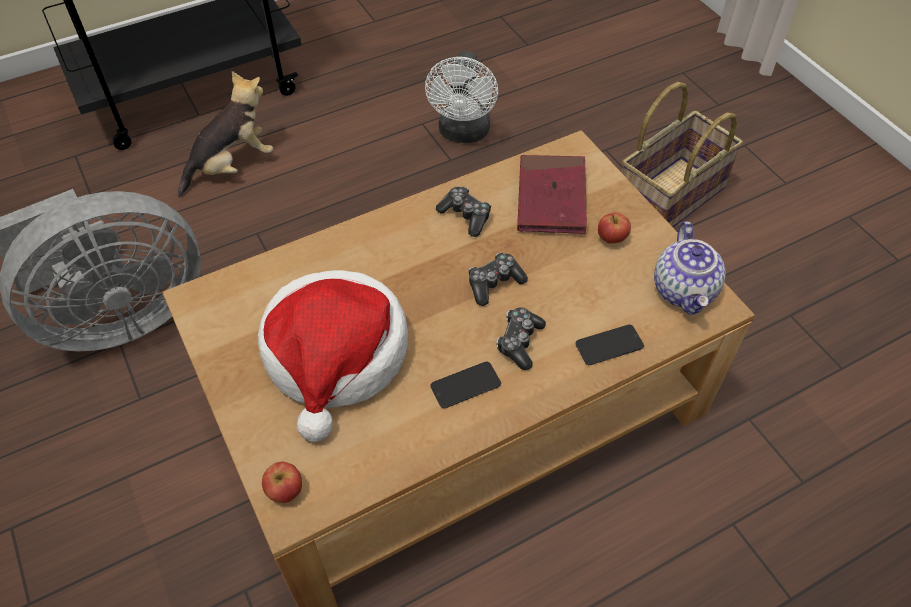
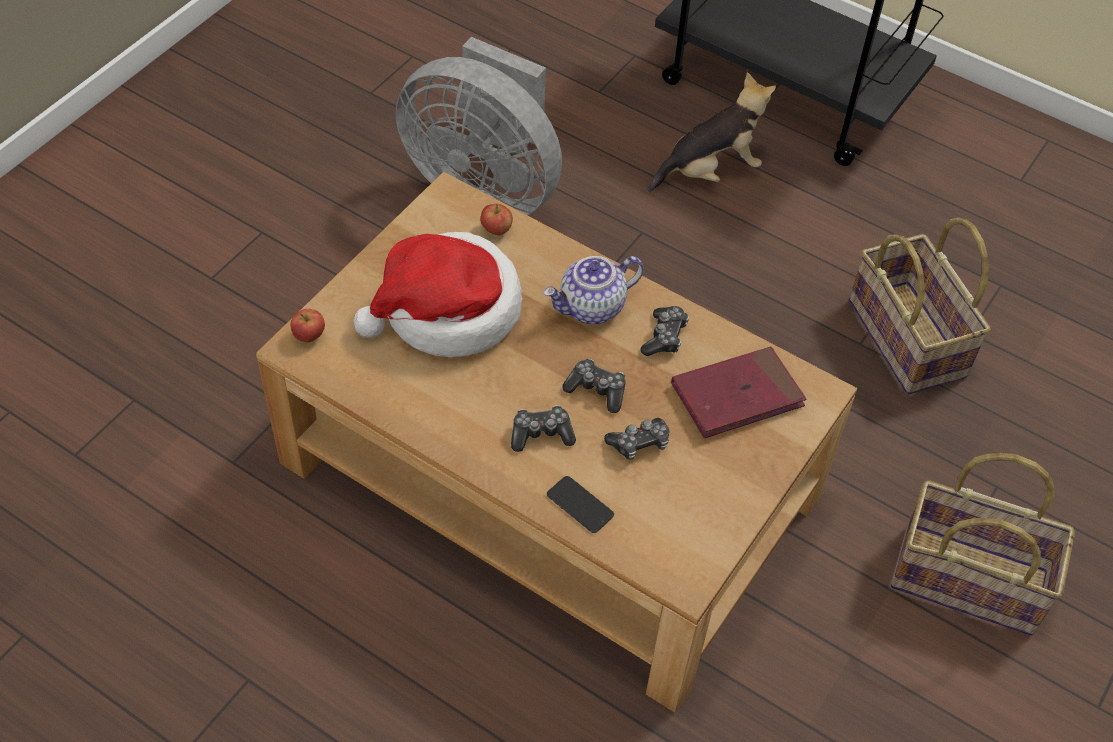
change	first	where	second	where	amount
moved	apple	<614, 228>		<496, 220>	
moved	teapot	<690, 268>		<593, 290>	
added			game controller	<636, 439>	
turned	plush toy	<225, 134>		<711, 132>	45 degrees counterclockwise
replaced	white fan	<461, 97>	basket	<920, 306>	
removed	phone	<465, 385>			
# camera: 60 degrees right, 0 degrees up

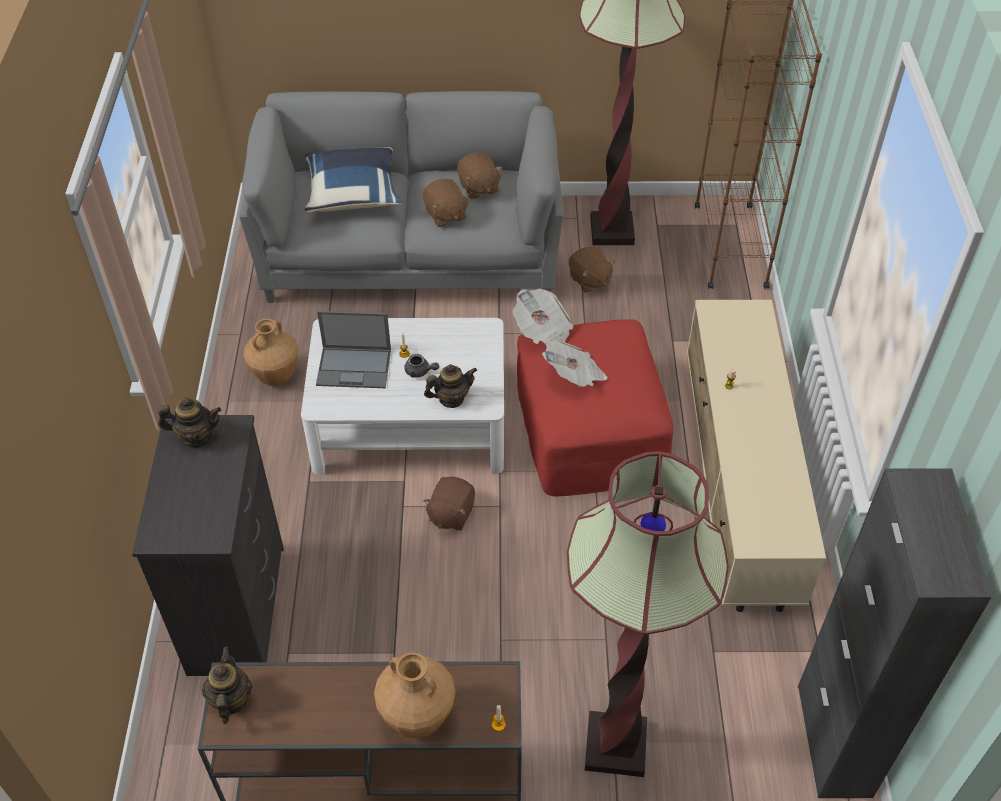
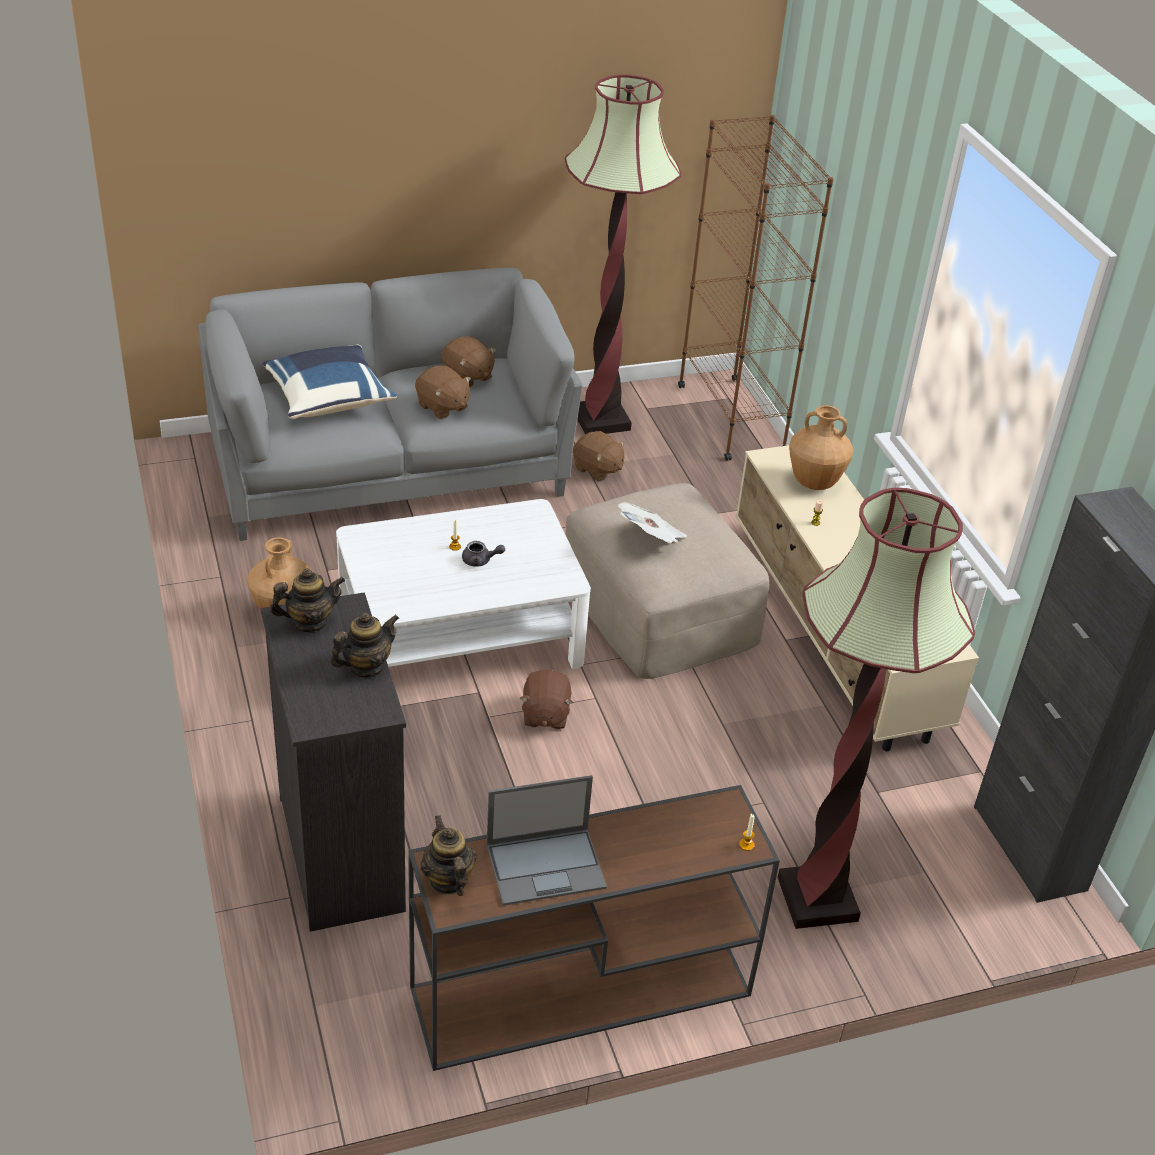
change	first	where	second	where	amount
moved	teapot	<450, 386>		<365, 644>	
moved	laptop	<353, 349>		<547, 840>	
recoloured	red ottoman	<595, 407>	beige ottoman	<667, 581>	
moved	brown vase	<415, 695>		<821, 447>	
removed	newspaper	<542, 316>			
# camera: 20 degrees left, 10 degrees down

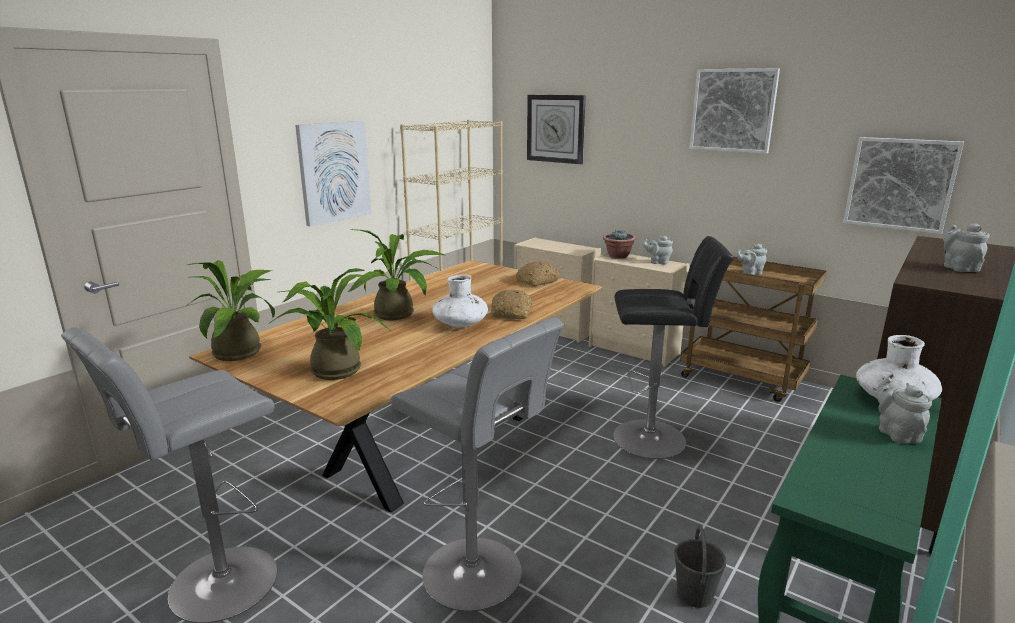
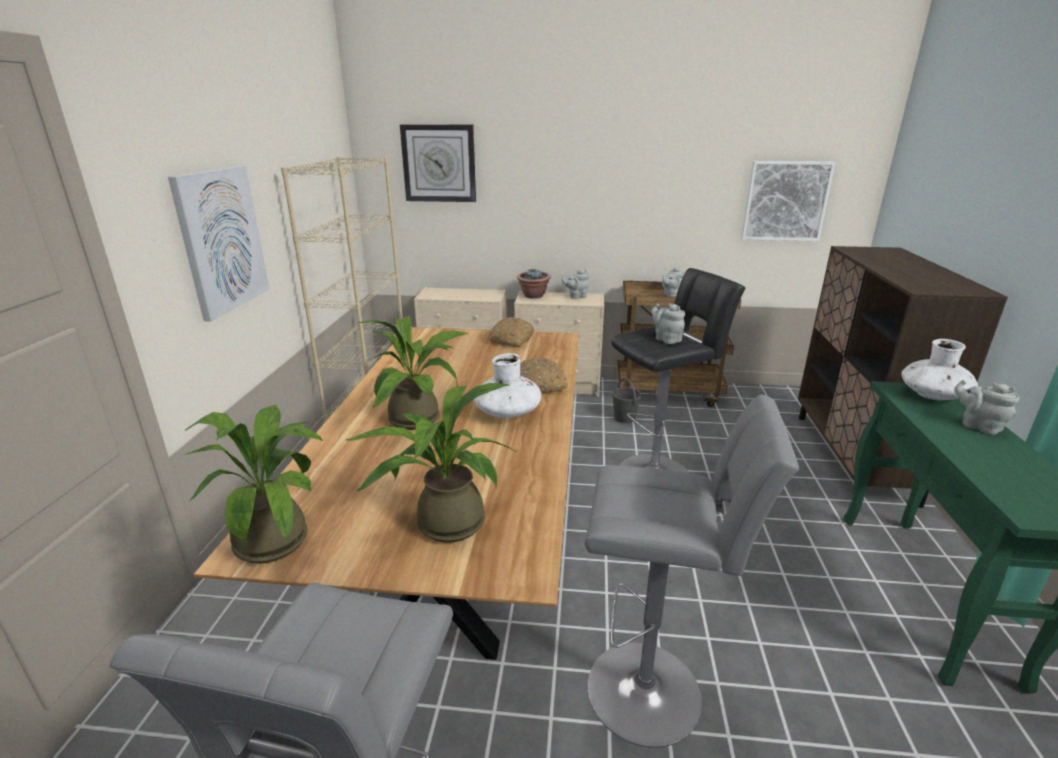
change	first	where	second	where	amount
moved	grey bucket	<700, 567>		<626, 400>	
moved	grey teapot	<966, 247>		<668, 324>	
removed	picture	<735, 111>			
# camera: 30 degrees left, 5 degrees up

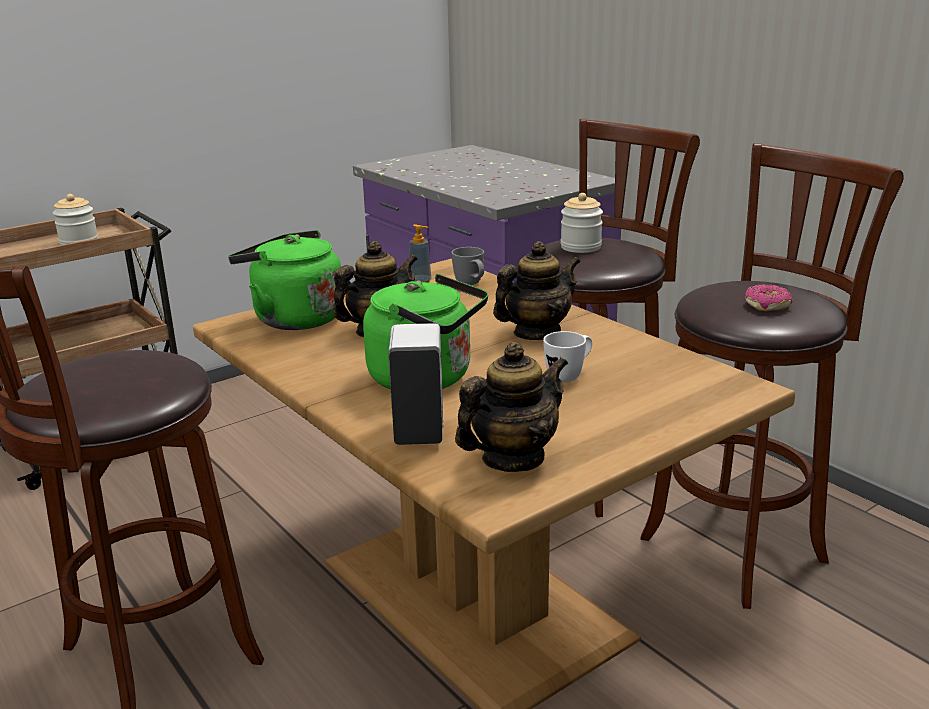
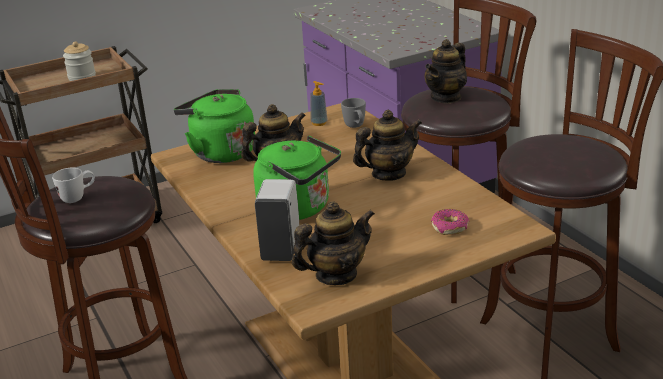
change	first	where	second	where	amount
moved	white mug	<567, 356>		<73, 185>	
replaced	jar	<582, 223>	teapot	<446, 71>	
moved	donut	<768, 297>		<450, 222>	
# camera: 10 degrees right, 5 degrees up

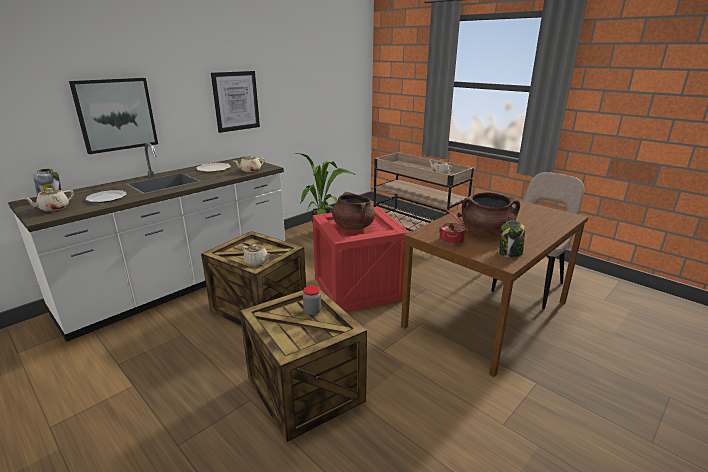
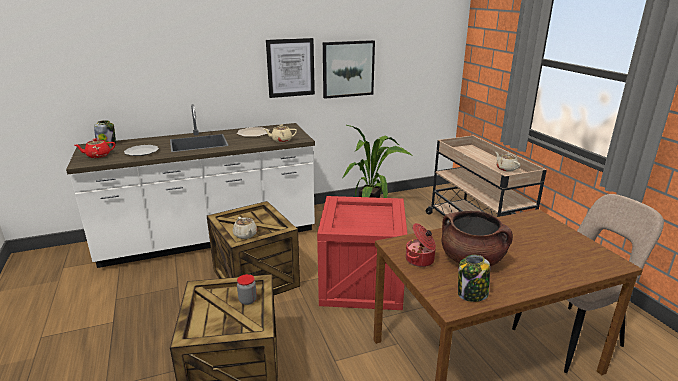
change	first	where	second	where	amount
recoloured	beige teapot	<48, 199>	red teapot	<95, 148>	
moved	picture	<113, 116>		<349, 69>	
removed	brown cooking pot	<353, 211>			
# camera: 25 degrees right, 0 degrees up

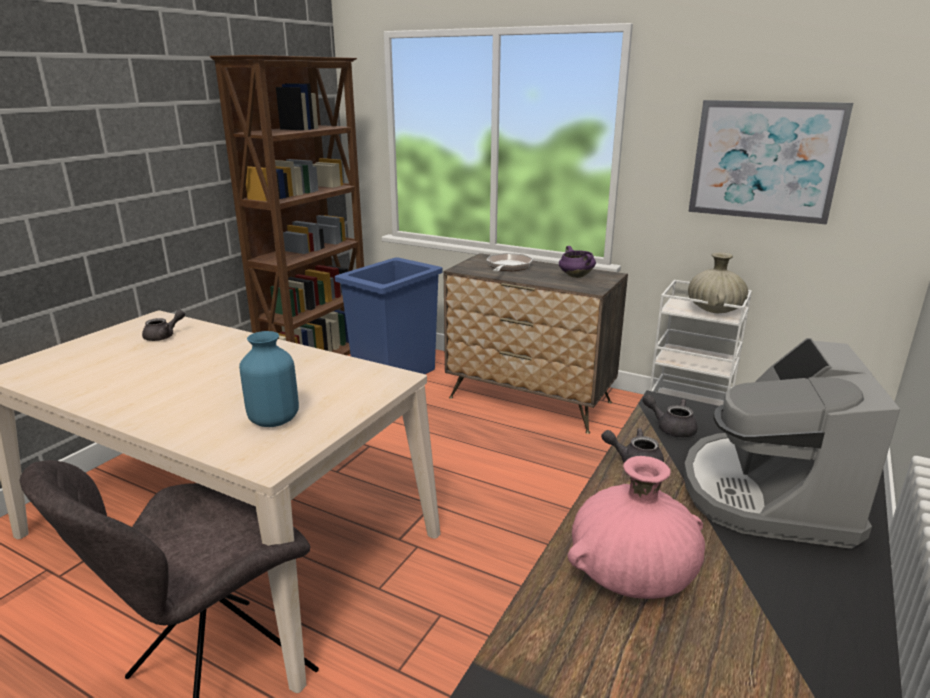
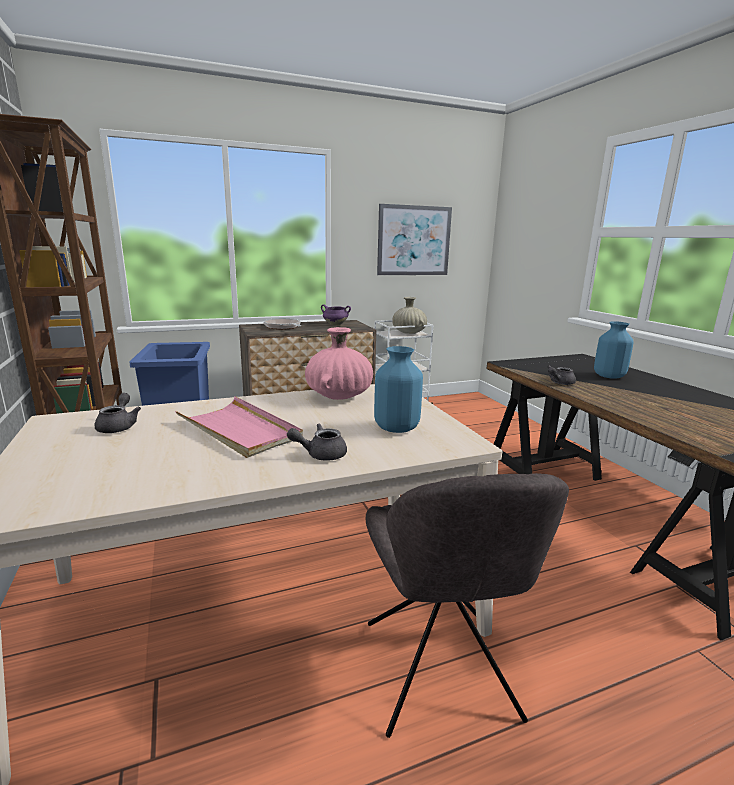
change	first	where	second	where	amount
added			pink tray	<239, 427>	
moved	grey teapot	<670, 415>		<317, 442>	
moved	pink vase	<636, 527>		<339, 363>	
replaced	coffee machine	<791, 443>	blue vase	<614, 350>	
# camera: 50 degrees left, 5 degrees down

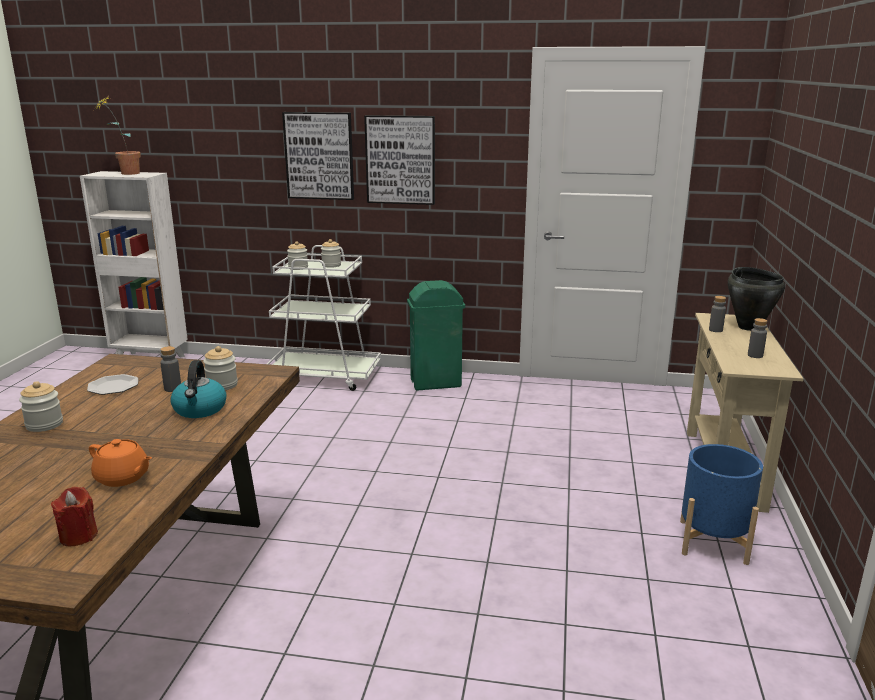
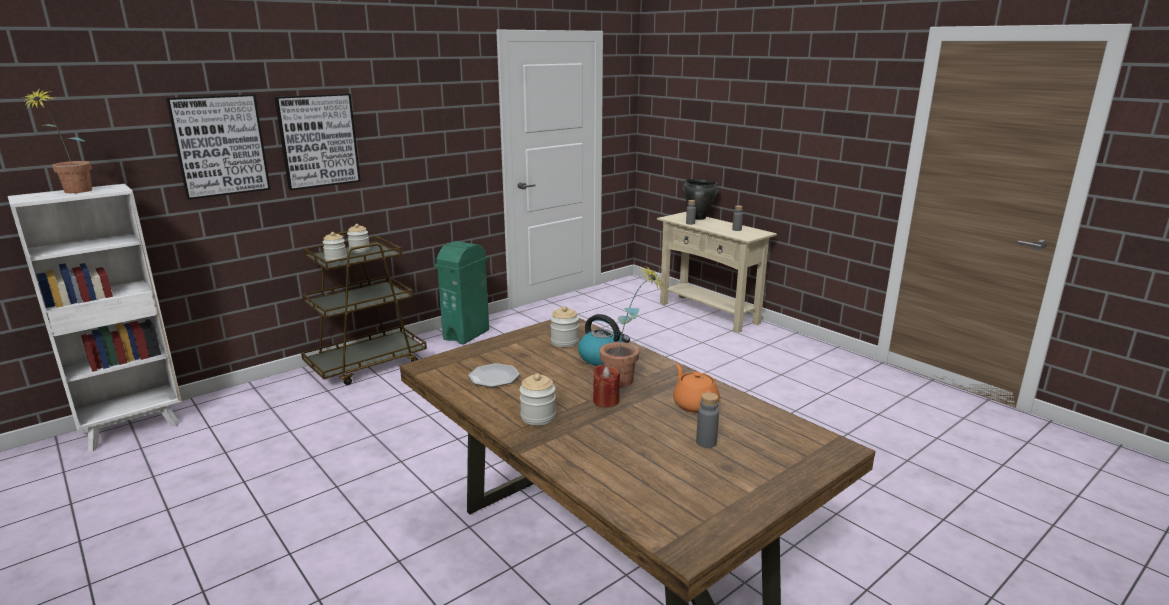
change	first	where	second	where	amount
moved	picture	<399, 160>		<218, 147>	
recoloured	white cart	<324, 318>	brown cart	<364, 308>	
moved	red candle	<74, 516>		<606, 386>	
added			potted plant	<632, 325>	
turned	orange teapot	<120, 463>		<696, 388>	90 degrees counterclockwise
moved	grey bottle	<170, 369>		<707, 420>	
removed	blue planter	<721, 504>			
# camera: 50 degrees left, 0 degrees up

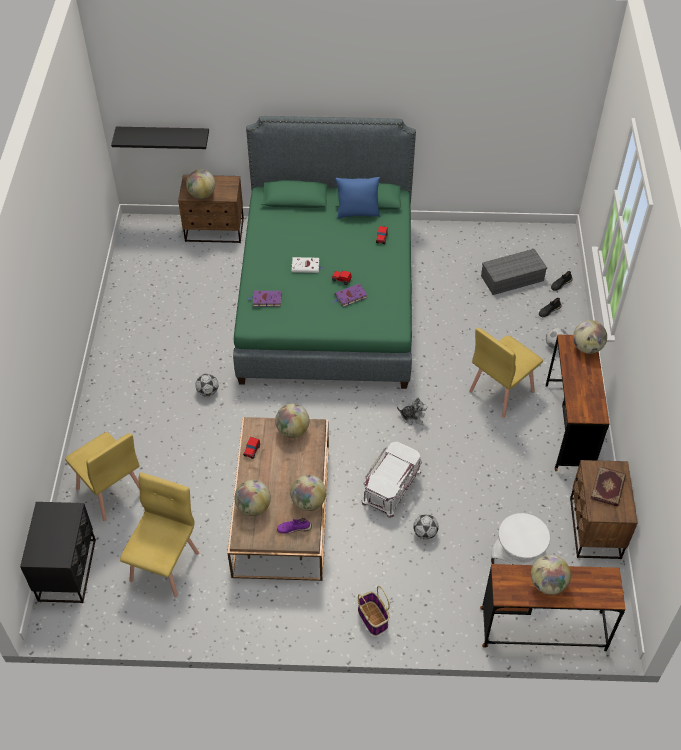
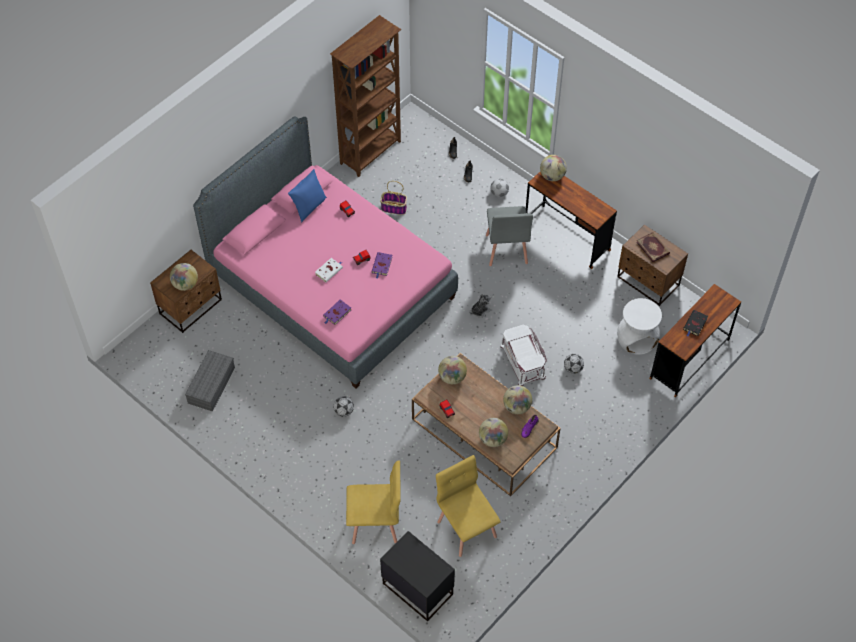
change	first	where	second	where	amount
moved	grey storage box	<514, 272>		<210, 381>	
recoloured	green bed	<324, 252>	pink bed	<325, 252>	
added			brown bookcase	<365, 96>	
moved	basket	<373, 611>		<393, 198>	
recoloured	yellow chair	<506, 373>	grey chair	<509, 236>	
replaced	globe	<551, 575>	black book	<695, 323>	
removed	black shelf	<160, 138>			
# camera: 50 degrees left, 5 degrees up

